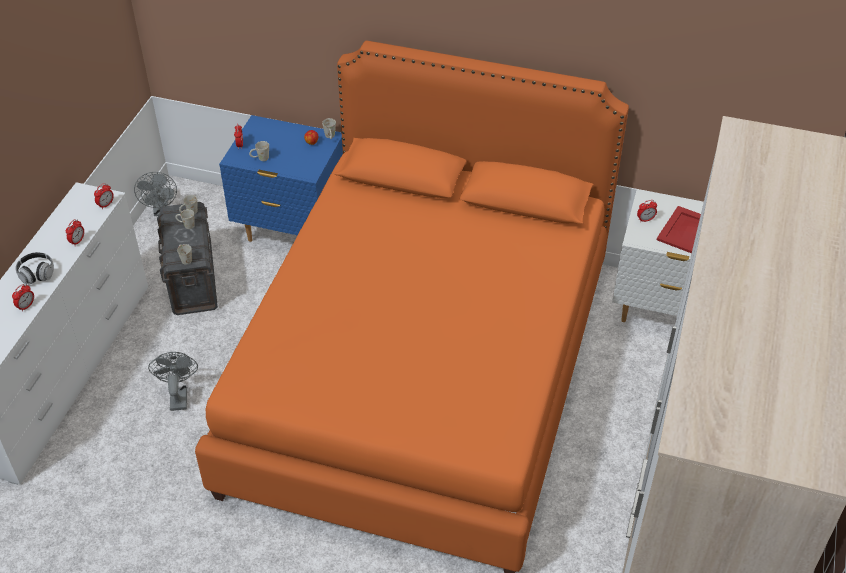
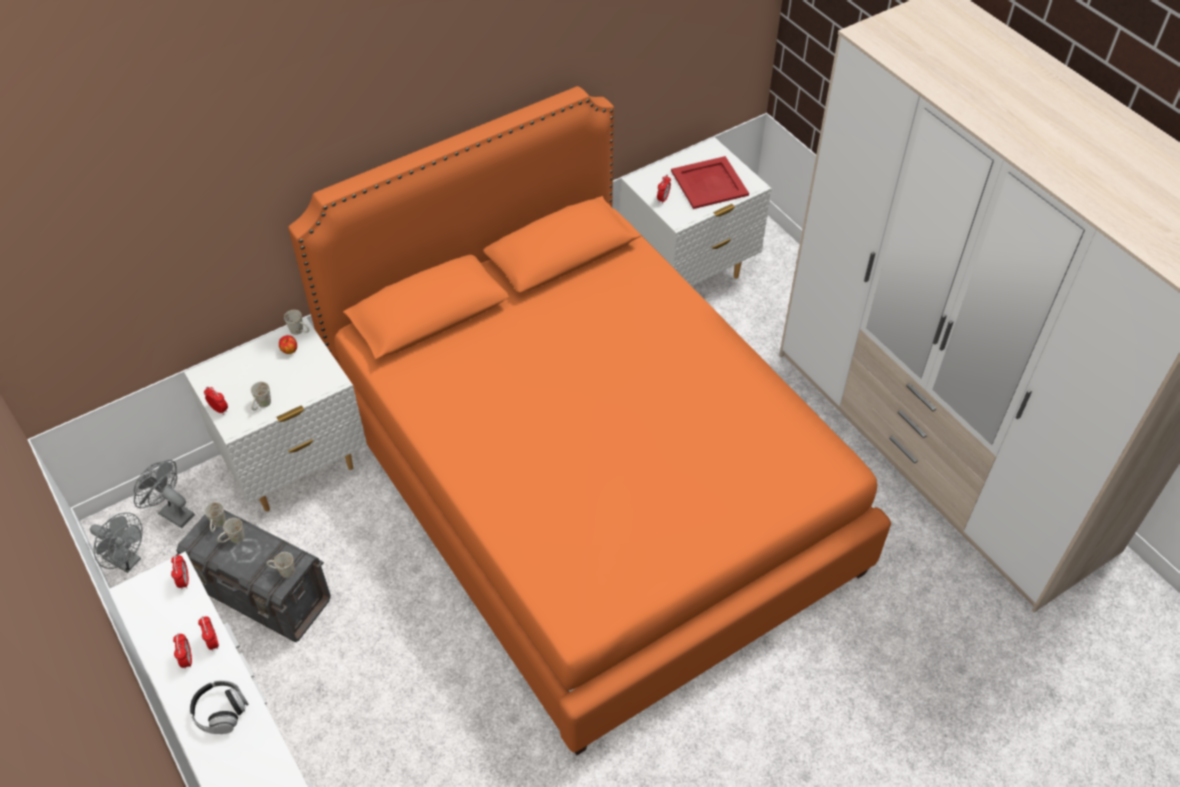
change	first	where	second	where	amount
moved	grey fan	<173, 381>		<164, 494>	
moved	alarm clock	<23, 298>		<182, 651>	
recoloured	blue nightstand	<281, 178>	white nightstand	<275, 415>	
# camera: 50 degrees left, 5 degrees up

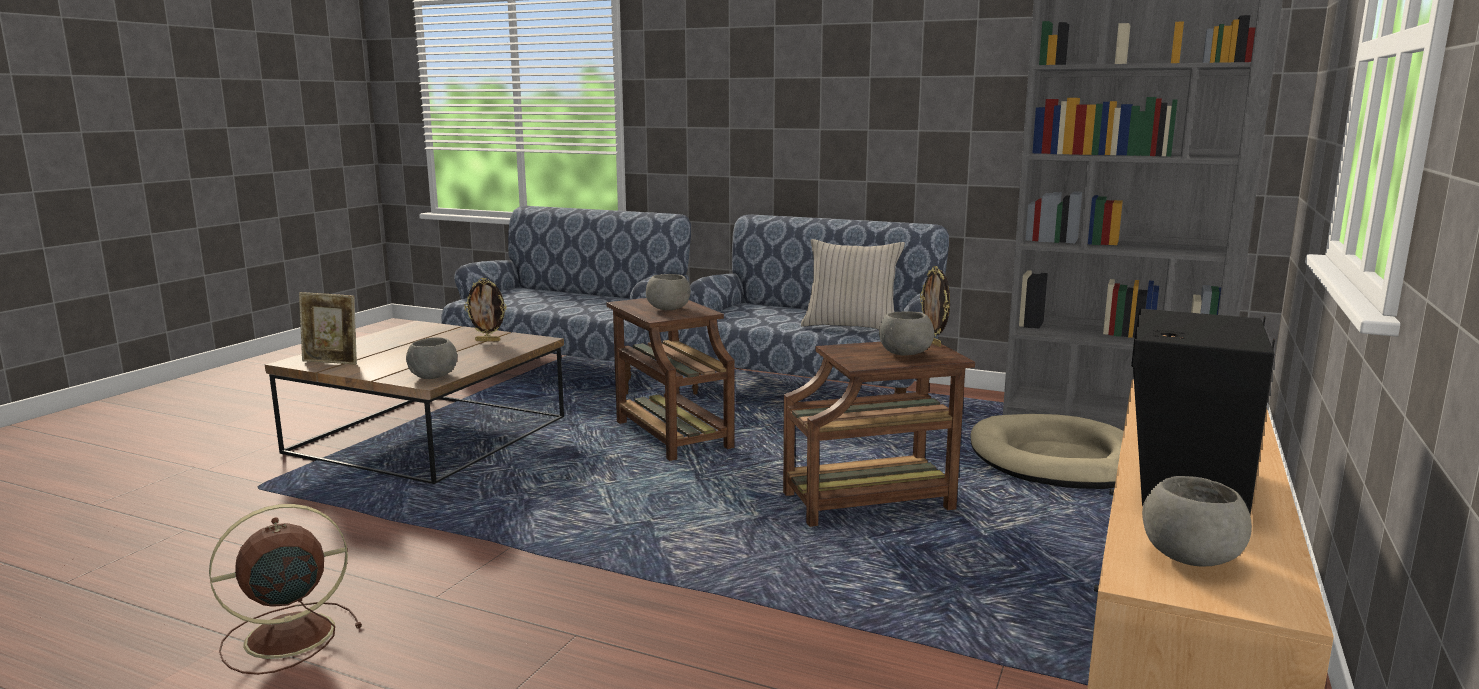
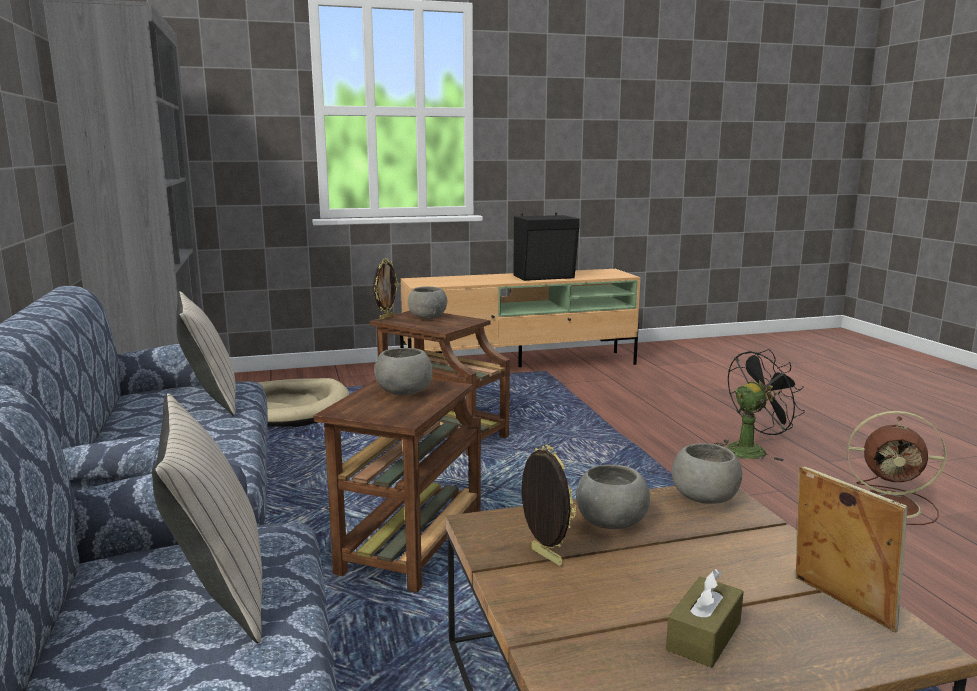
change	first	where	second	where	amount
added			beige pillow	<207, 518>	
moved	grey bowl	<1197, 521>		<613, 497>	
added			brown tissue box	<705, 618>	
added			black fan	<759, 405>	
# camera: 130 degrees left, 0 degrees up

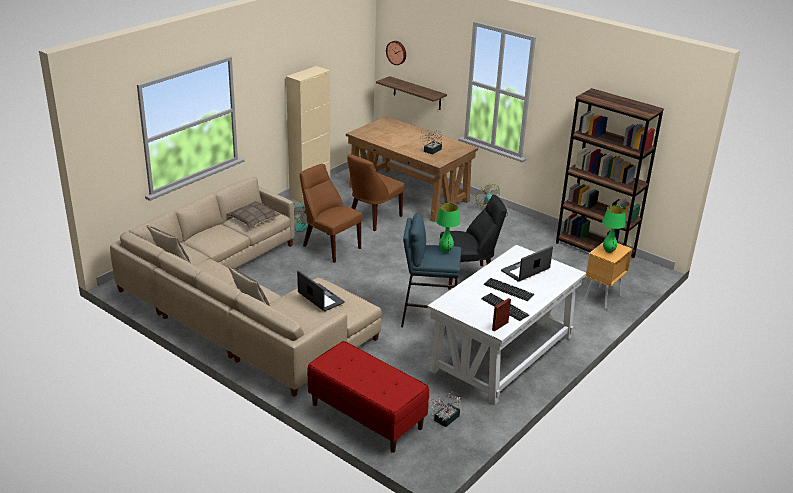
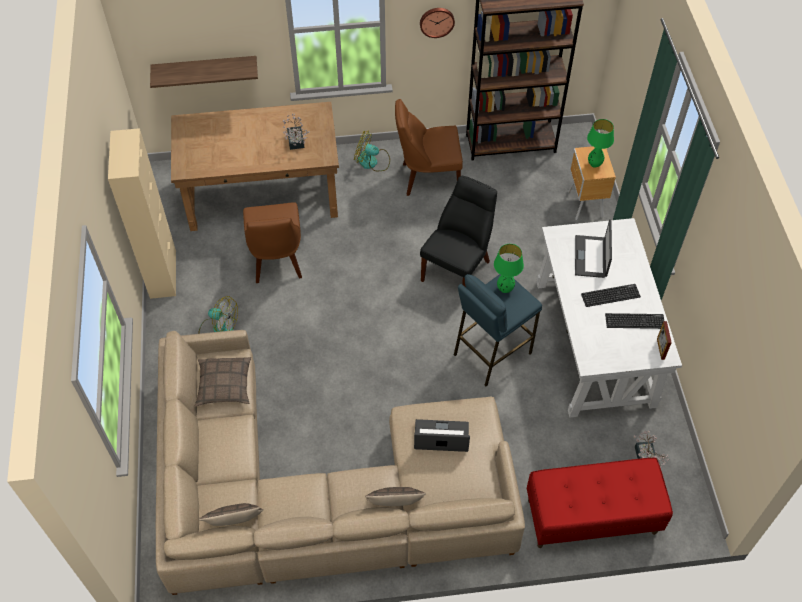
change	first	where	second	where	amount
moved	brown chair	<331, 213>		<429, 147>	
moved	wall clock	<396, 53>		<437, 23>	
# camera: 45 degrees left, 25 degrees up

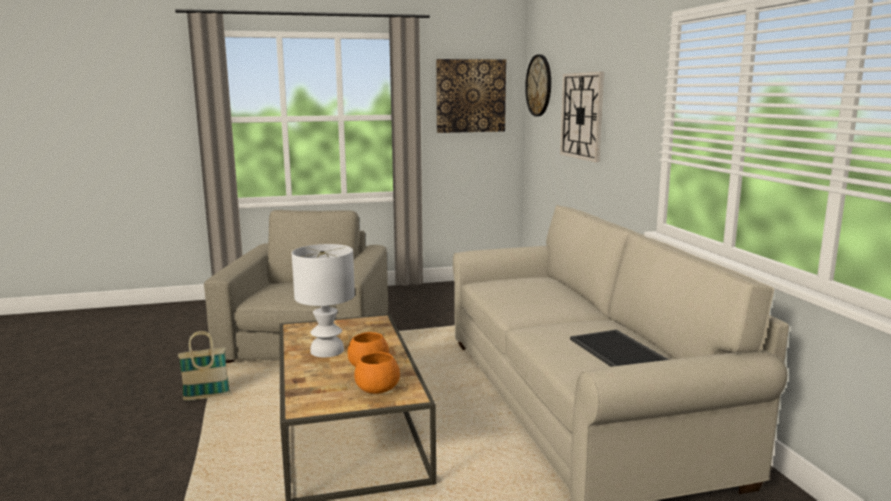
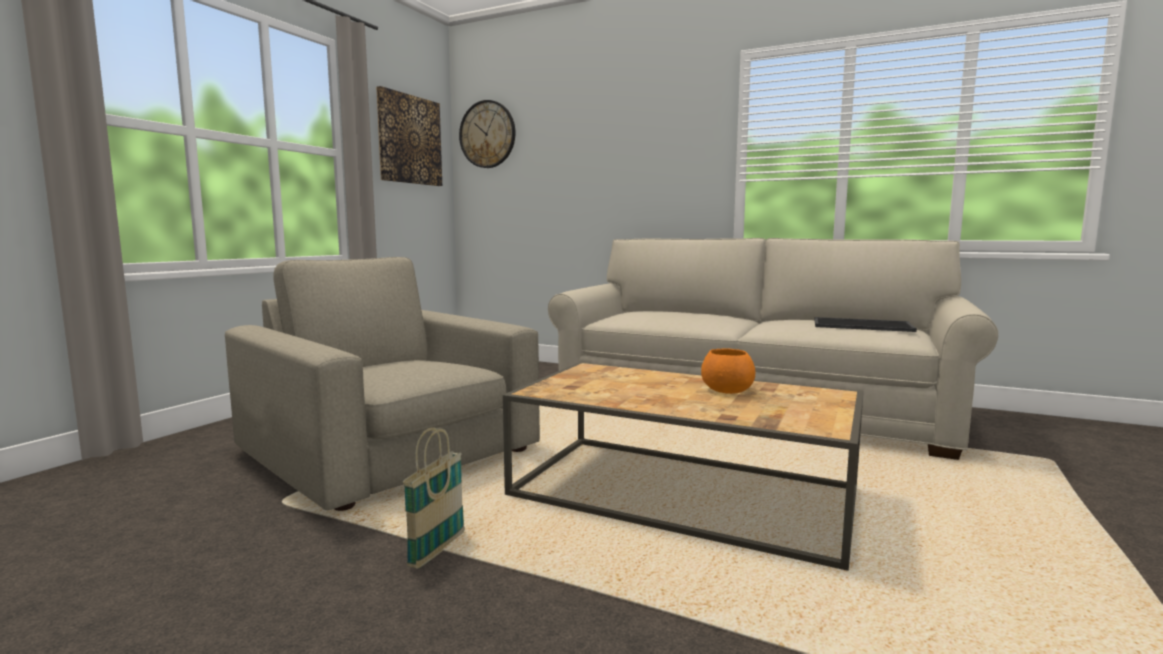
change	first	where	second	where	amount
removed	white table lamp	<323, 300>			
removed	orange bowl	<377, 373>			
removed	wall clock	<582, 117>			
# camera: 50 degrees left, 5 degrees down

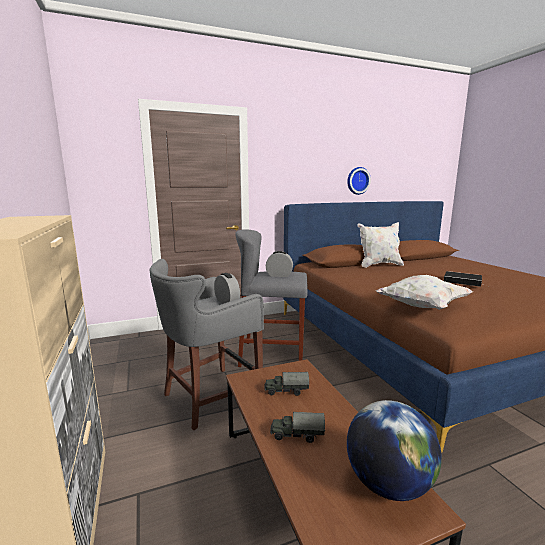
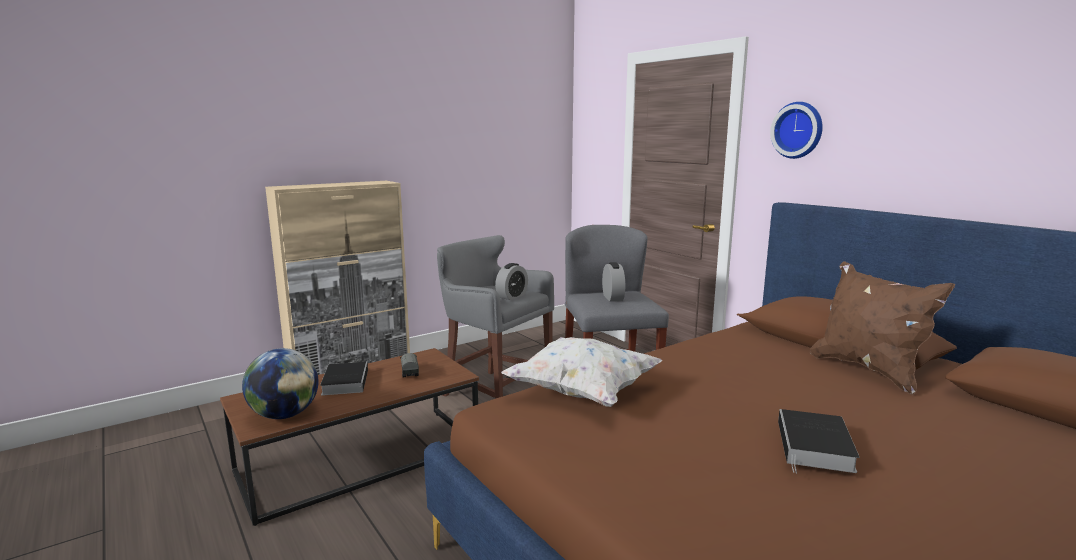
change	first	where	second	where	amount
replaced	toy truck	<297, 427>	book	<344, 378>	
moved	wall clock	<359, 181>		<796, 130>	
recoloured	white pillow	<380, 245>	brown pillow	<882, 328>	
# camera: 75 degrees right, 0 degrees up

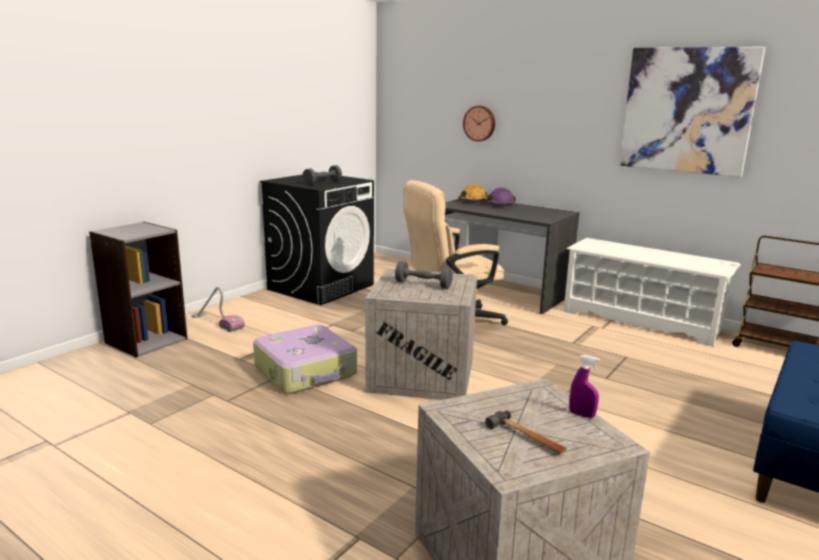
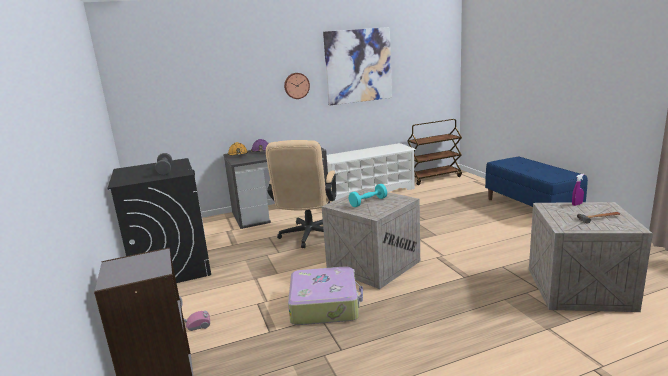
change	first	where	second	where	amount
moved	wall clock	<479, 124>		<297, 86>	
recoloured	grey dumbbell	<424, 275>	turquoise dumbbell	<368, 195>	
# camera: 55 degrees left, 0 degrees up

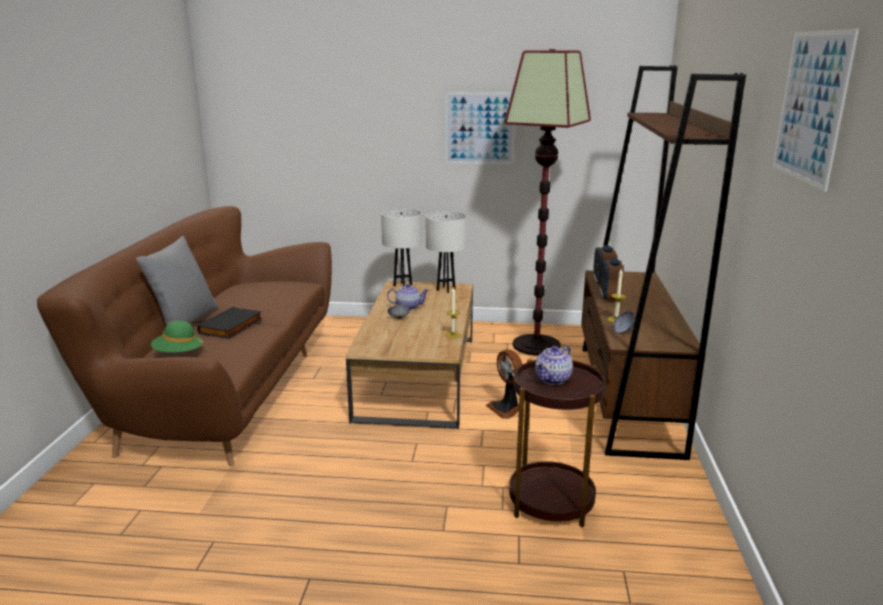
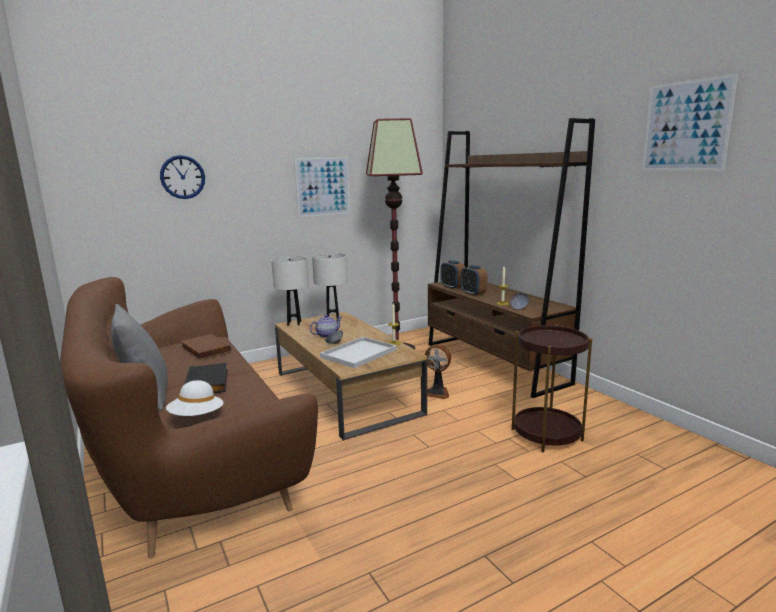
change	first	where	second	where	amount
added			wall clock	<182, 177>	
recoloured	green hat	<178, 337>	white hat	<195, 398>	
added			brown book	<206, 347>	
added			white tray	<358, 352>	
removed	teapot	<554, 365>			
# camera: 35 degrees left, 5 degrees down

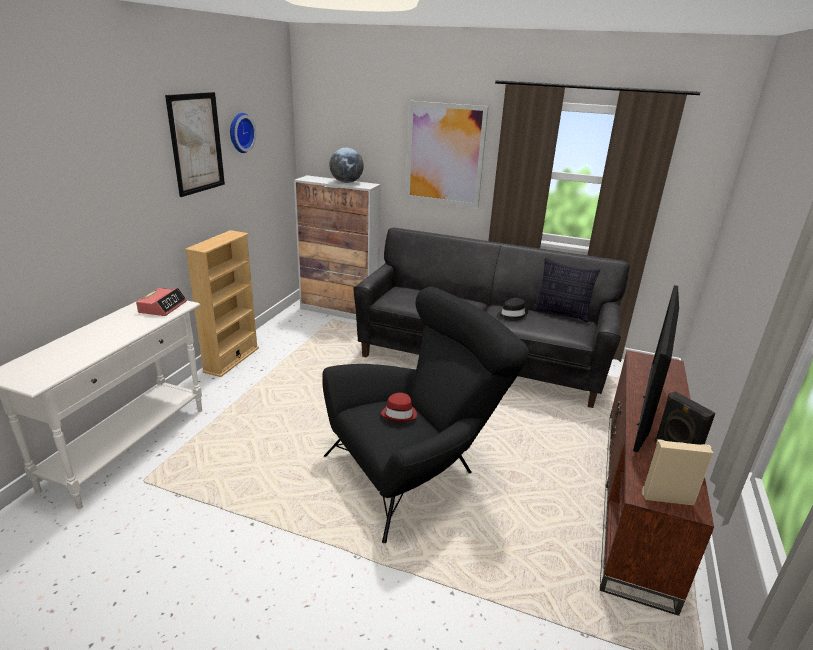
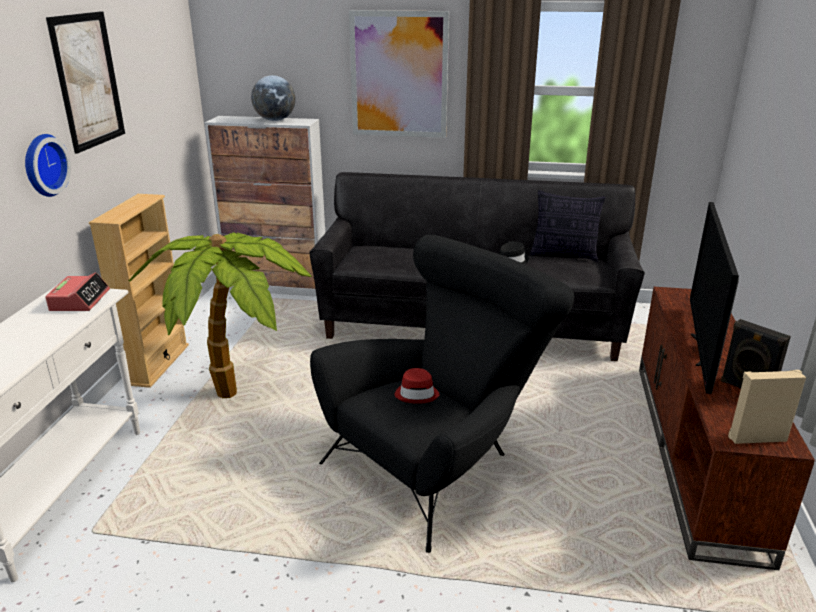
change	first	where	second	where	amount
moved	wall clock	<243, 133>		<48, 165>	
added			potted plant	<220, 315>	
# camera: 10 degrees left, 0 degrees up

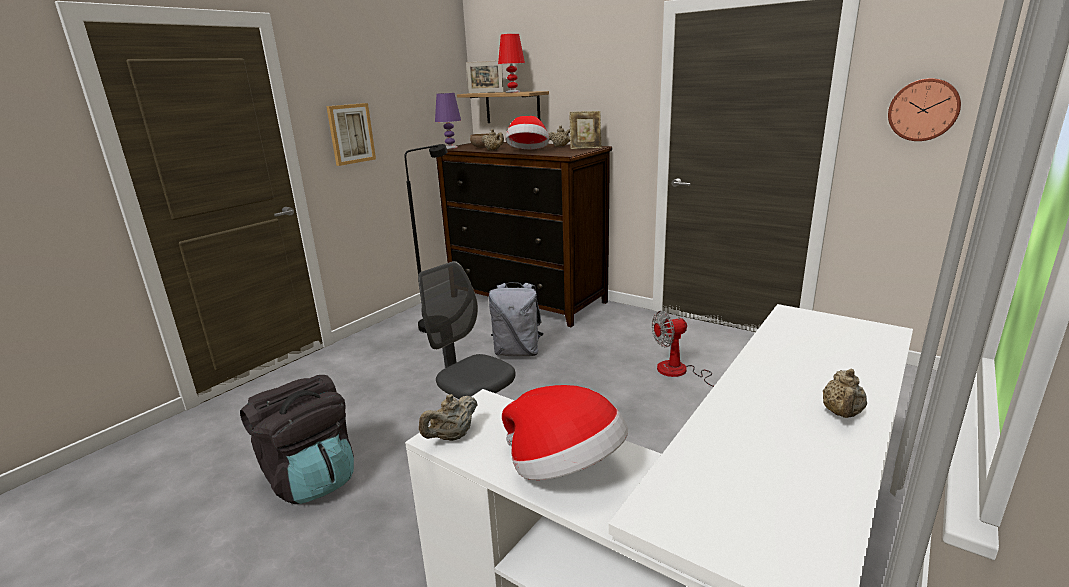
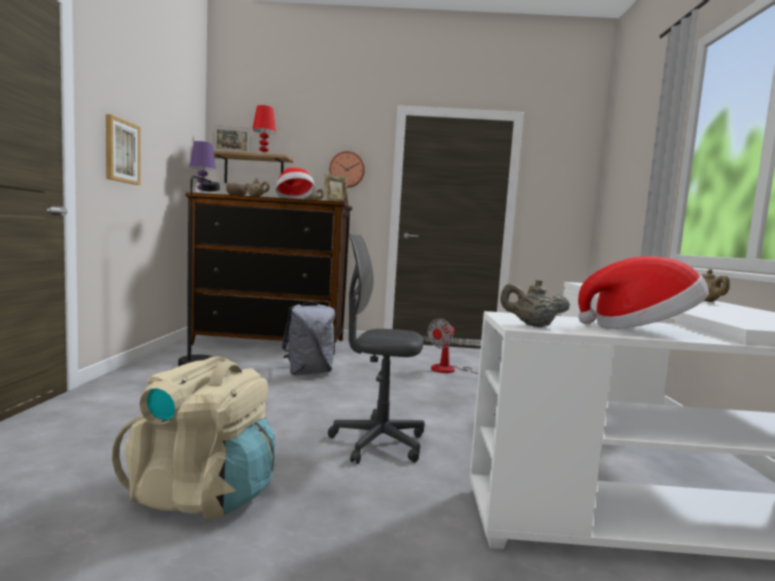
change	first	where	second	where	amount
recoloured	black backpack	<297, 439>	beige backpack	<193, 438>	
moved	wall clock	<924, 109>		<347, 169>	
turned	beige teapot	<448, 417>		<535, 303>	90 degrees clockwise
# camera: 35 degrees left, 15 degrees down

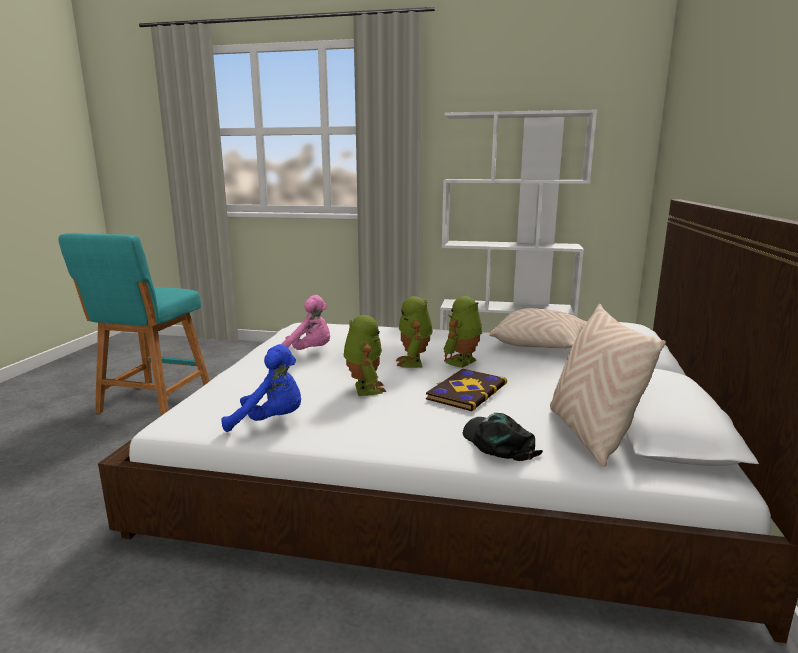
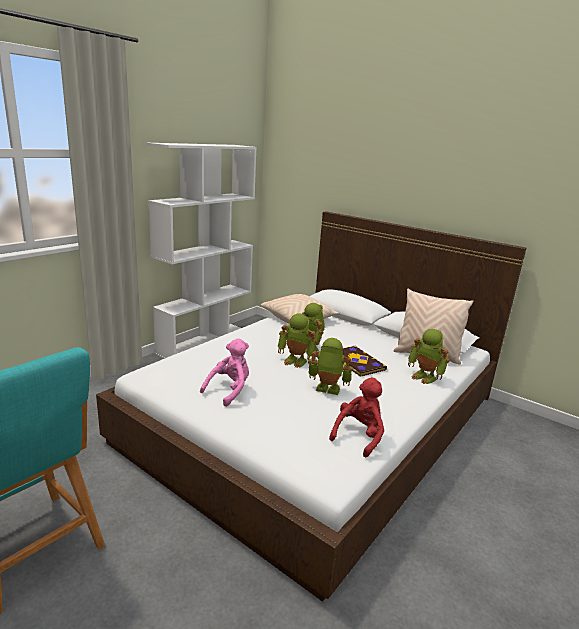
change	first	where	second	where	amount
recoloured	blue plush toy	<261, 388>	red plush toy	<356, 417>	
replaced	black cap	<503, 437>	toy robot	<429, 356>	
# camera: 65 degrees left, 5 degrees up

